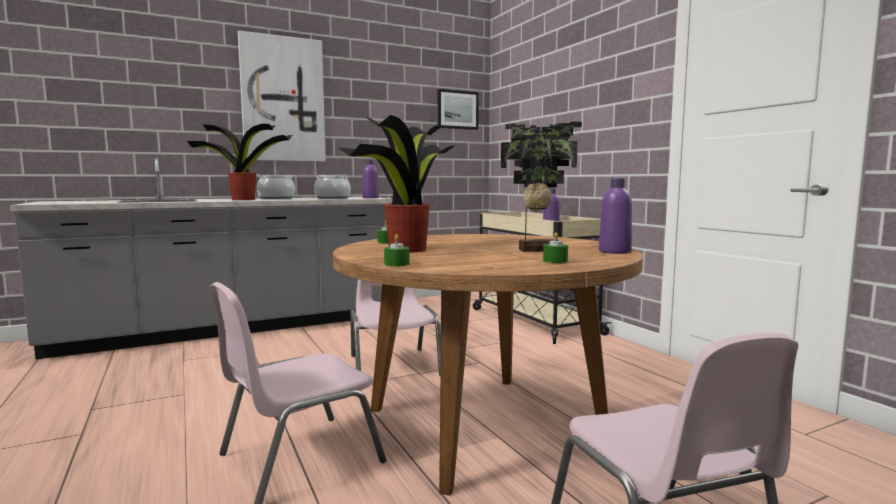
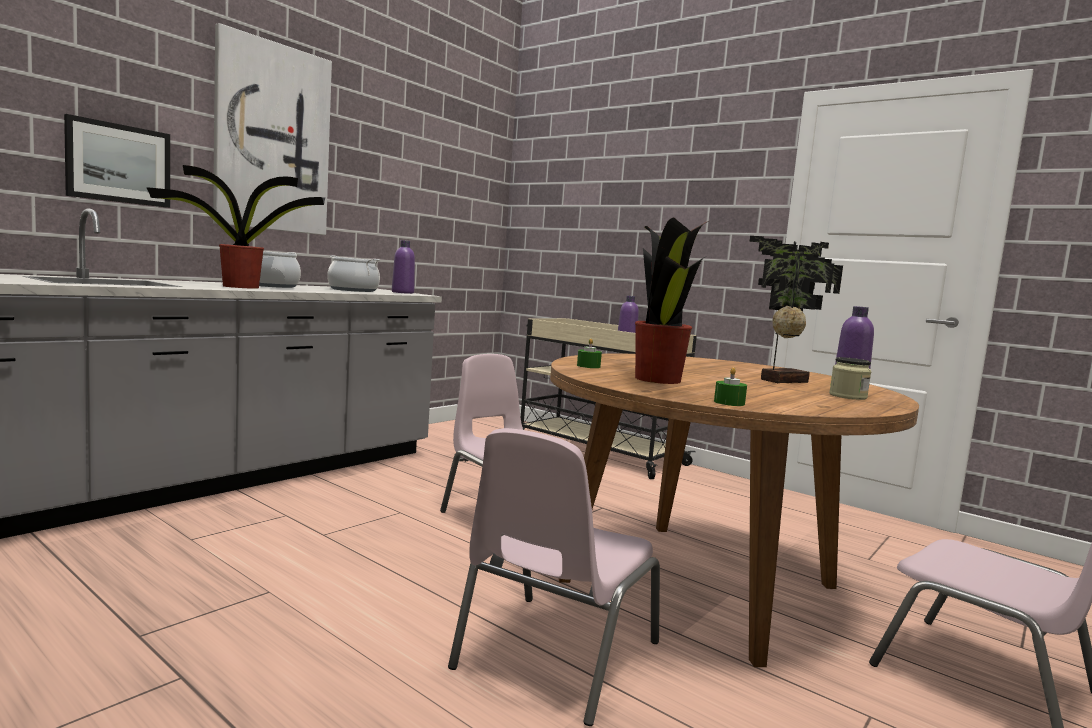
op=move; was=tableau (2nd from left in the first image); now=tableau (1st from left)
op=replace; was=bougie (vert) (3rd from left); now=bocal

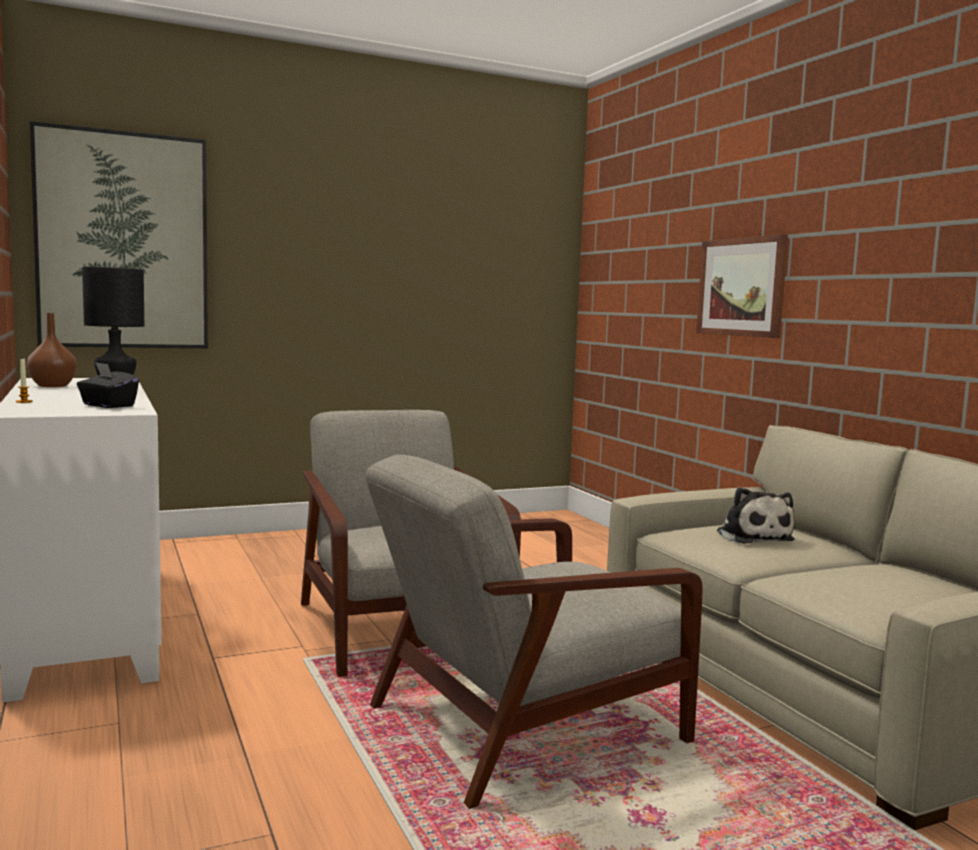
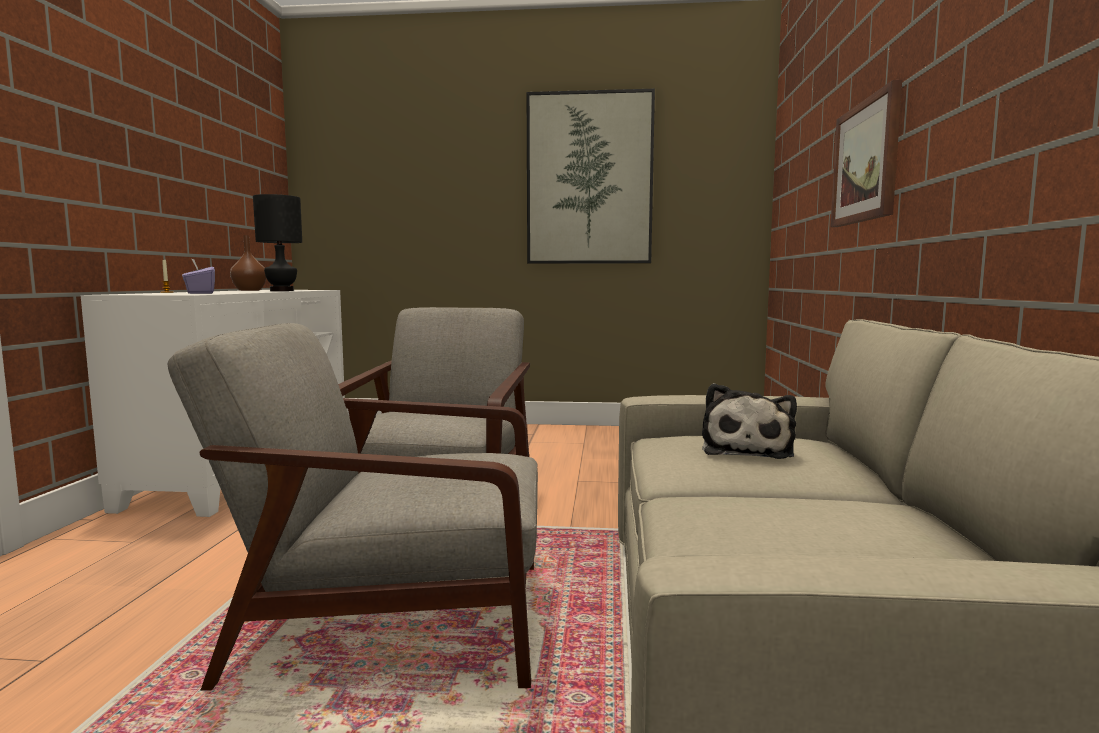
op=move; was=tableau (1st from left)
op=recolor; was=boîte à mouchoirs (noir); now=boîte à mouchoirs (violet)

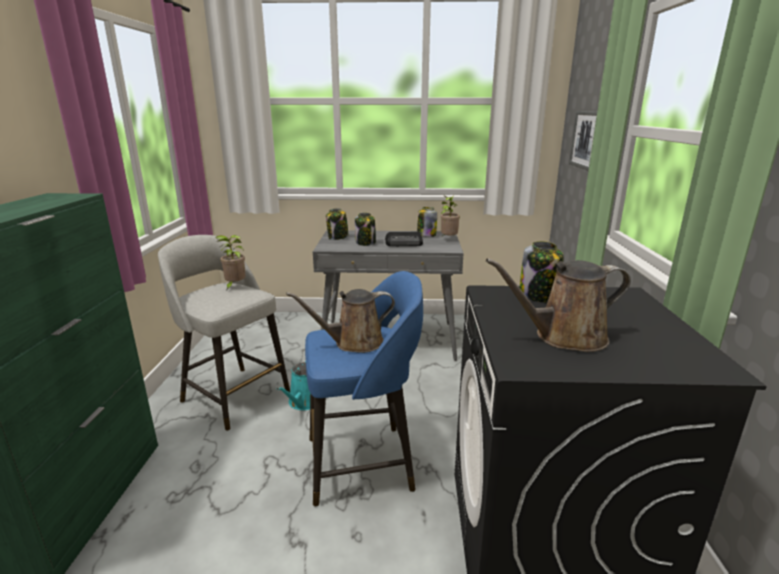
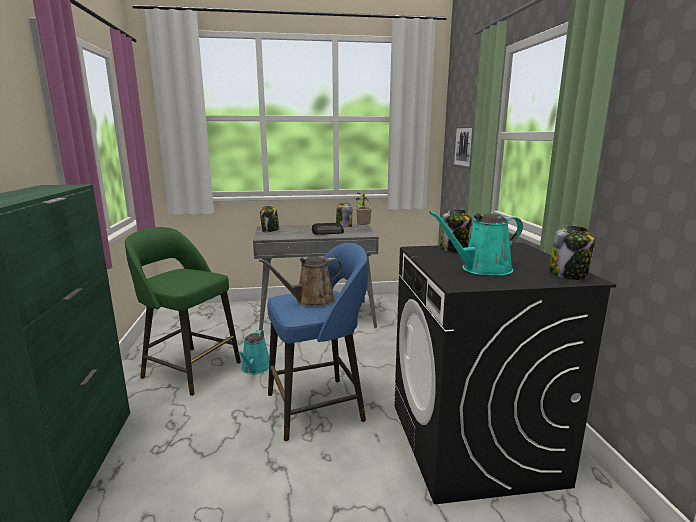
op=recolor; was=tabouret (gris); now=tabouret (vert)
op=delete; was=plante en pot (1st from left)
op=move; was=bocal (2nd from left in the first image); now=bocal (4th from left)
op=recolor; was=arrosoir (marron) (2nd from left); now=arrosoir (turquoise) (2nd from left)

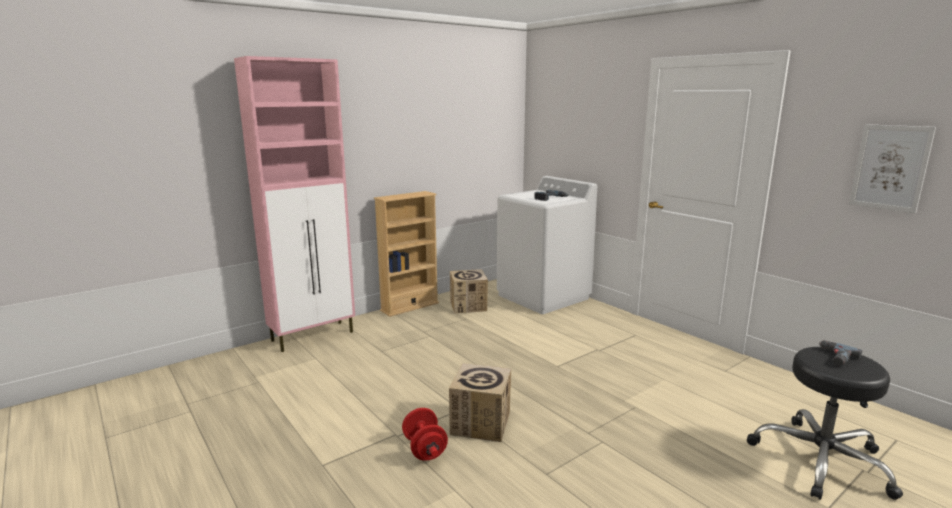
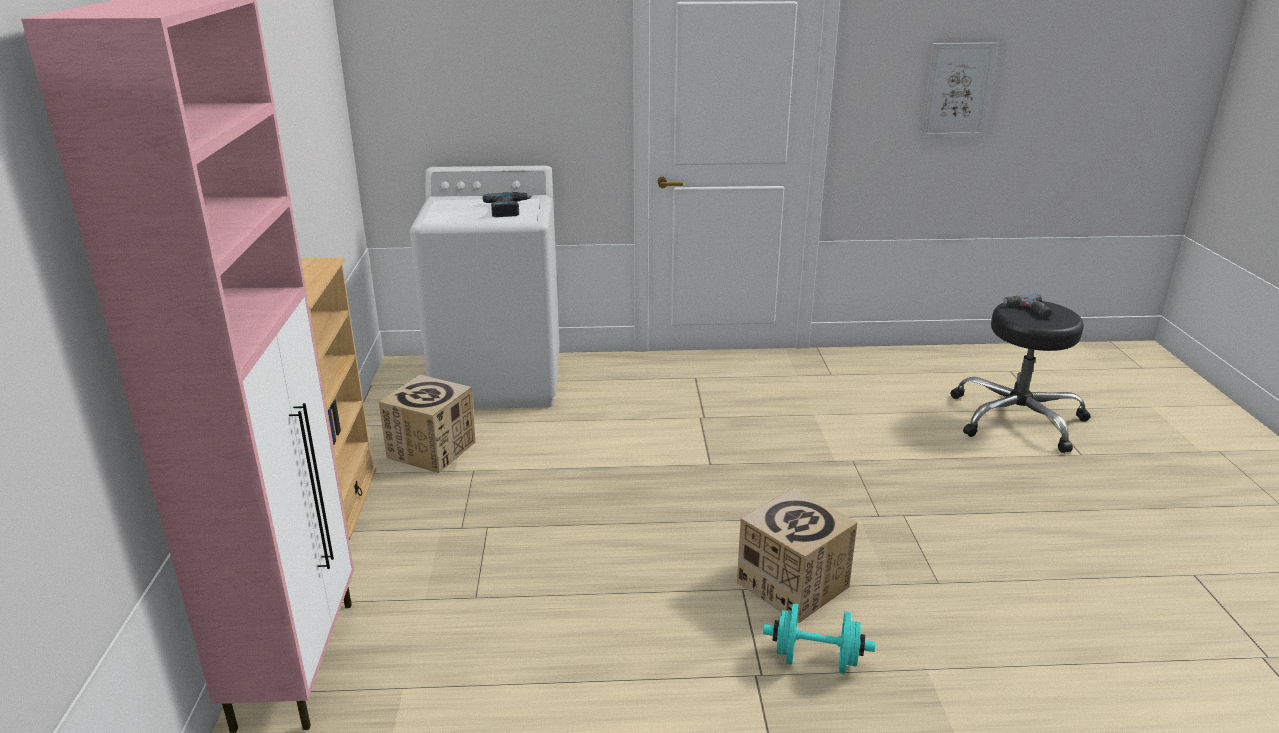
op=recolor; was=haltère (rouge); now=haltère (turquoise)

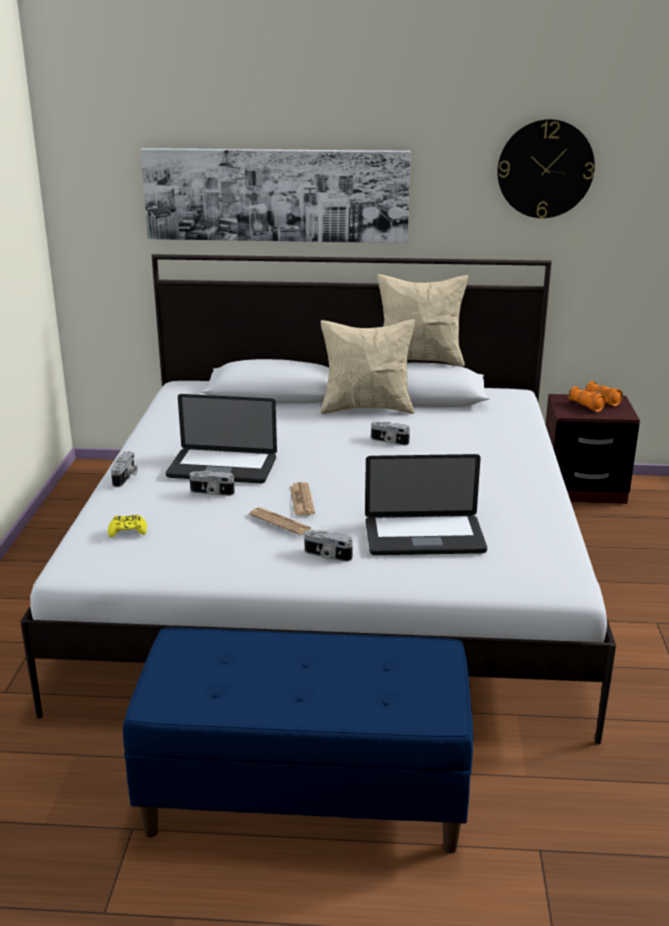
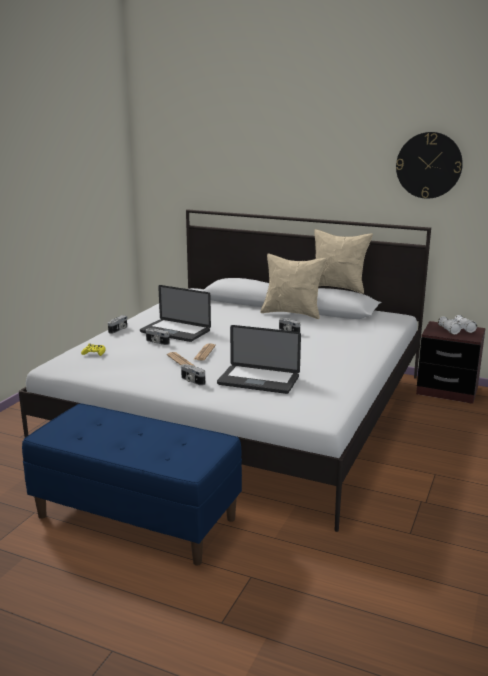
op=delete; was=tableau
op=recolor; was=jumelles (orange); now=jumelles (blanc)

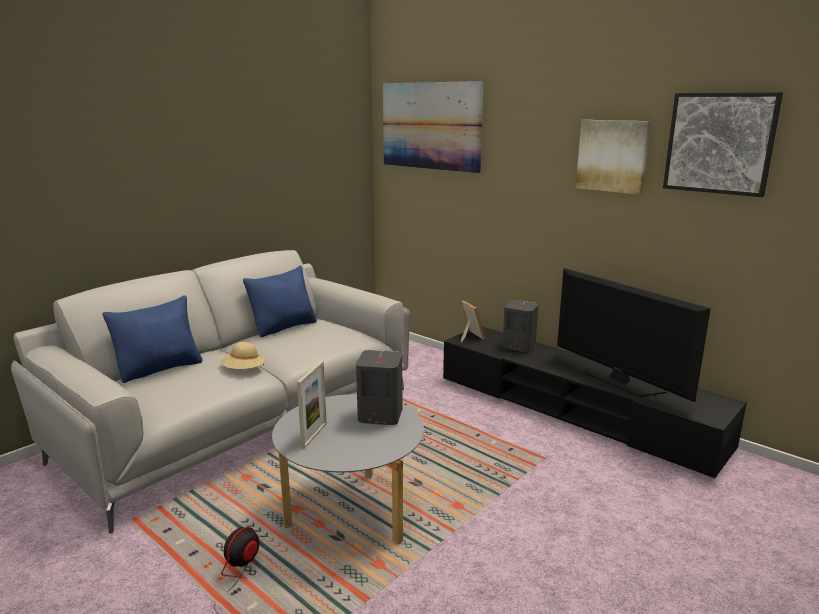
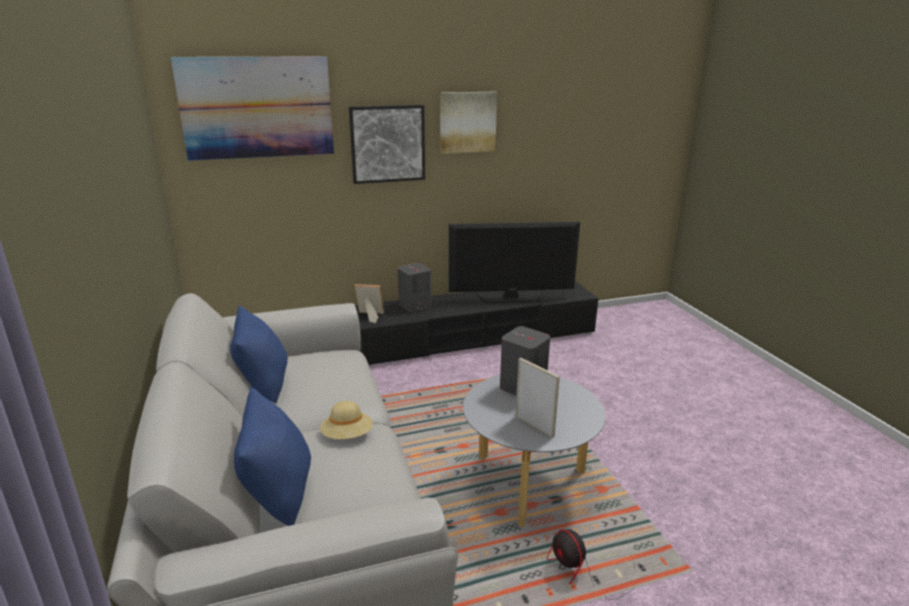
op=move; was=tableau (3rd from left in the first image); now=tableau (2nd from left)

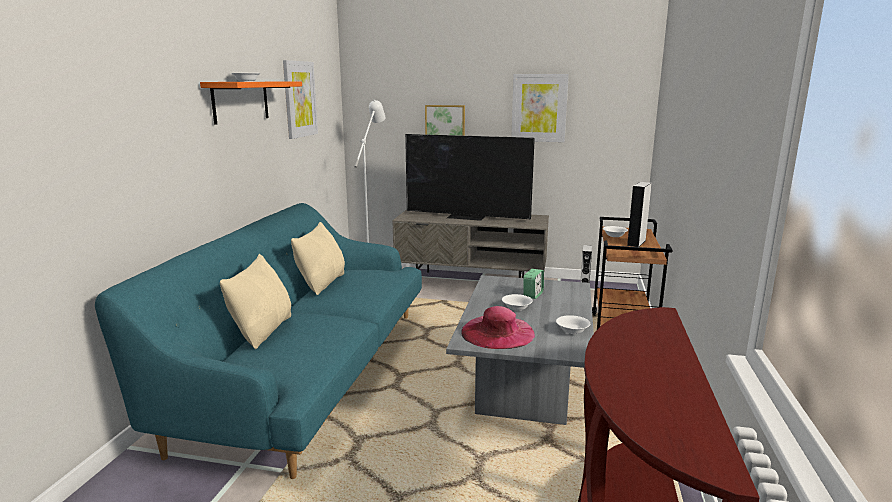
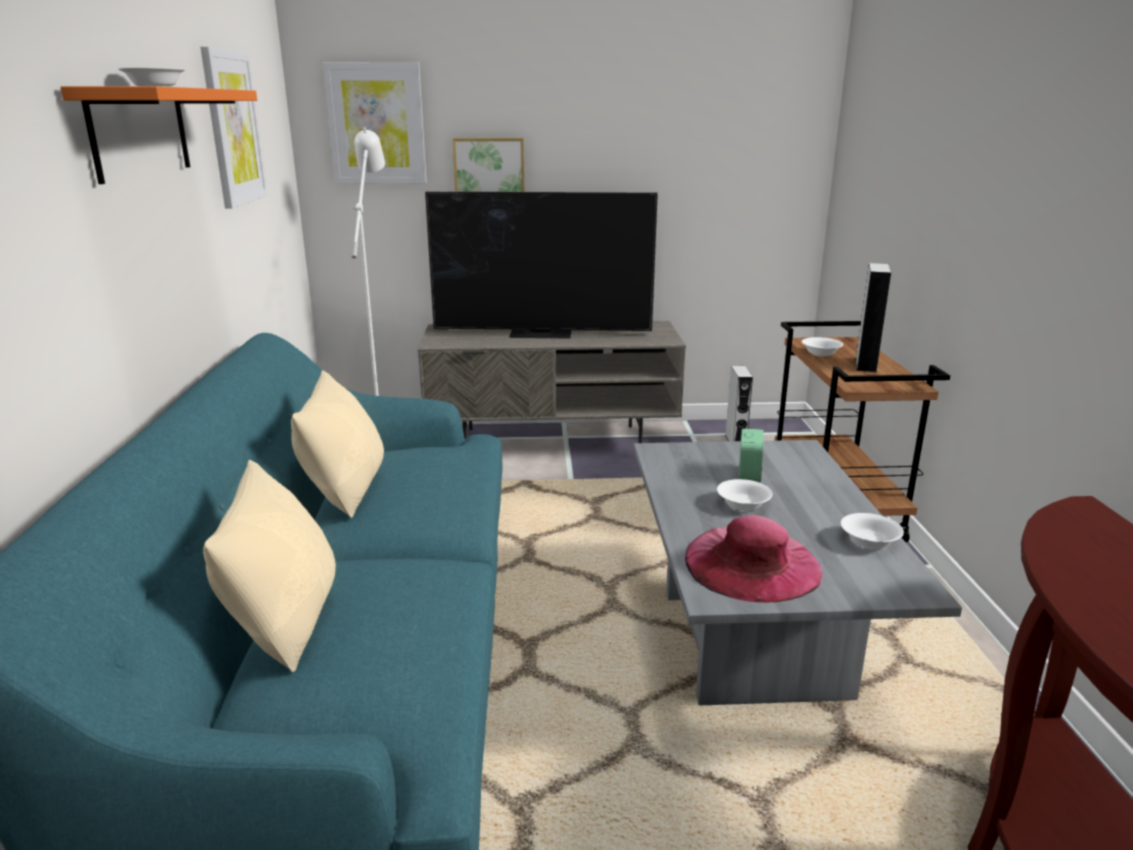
op=move; was=tableau (3rd from left in the first image); now=tableau (2nd from left)

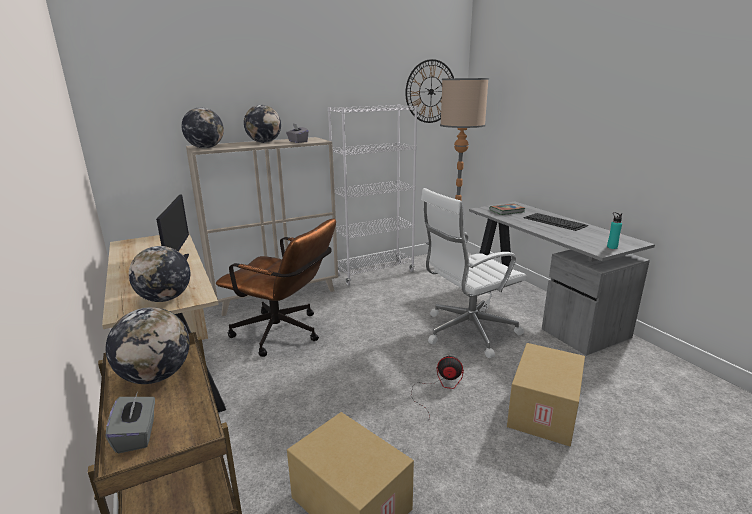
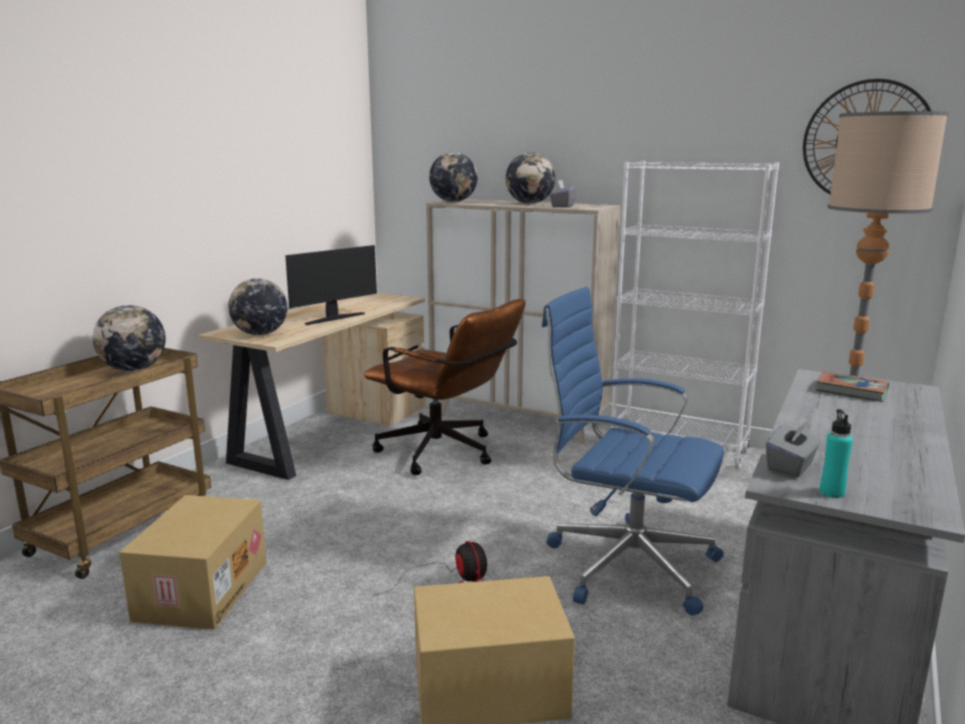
op=move; was=boîte à mouchoirs (gris) (1st from left in the first image); now=boîte à mouchoirs (gris) (2nd from left)
op=rotate; was=chaise de bureau (marron); clockwise=-45
op=recolor; was=chaise de bureau (blanc); now=chaise de bureau (bleu)
op=delete; was=clavier

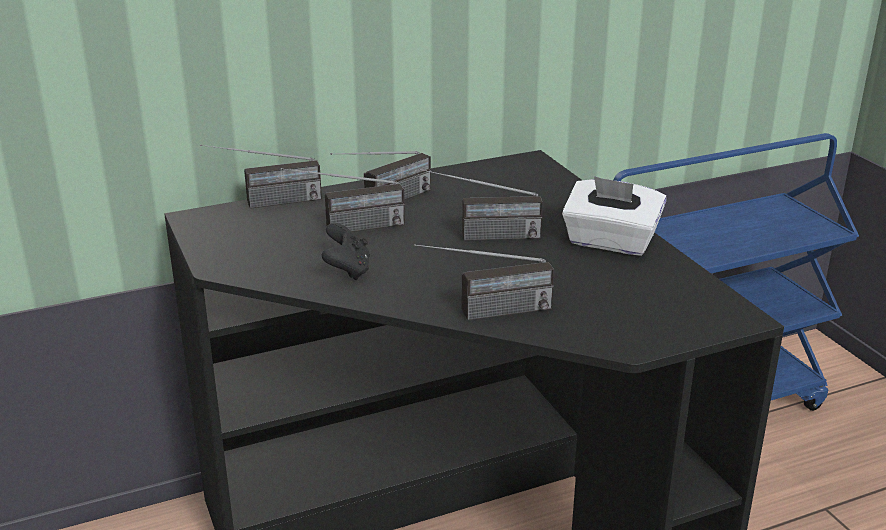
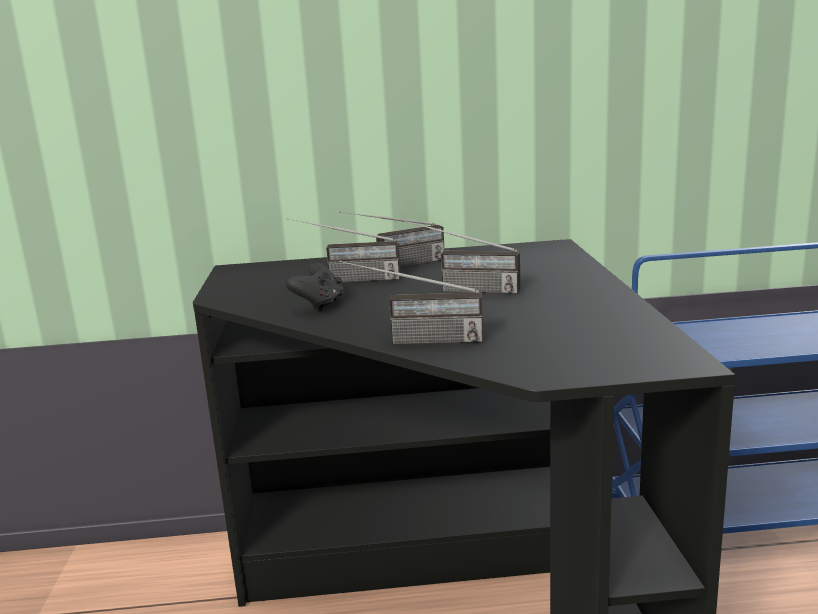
op=delete; was=radio (1st from left)
op=delete; was=boîte à mouchoirs (blanc)

